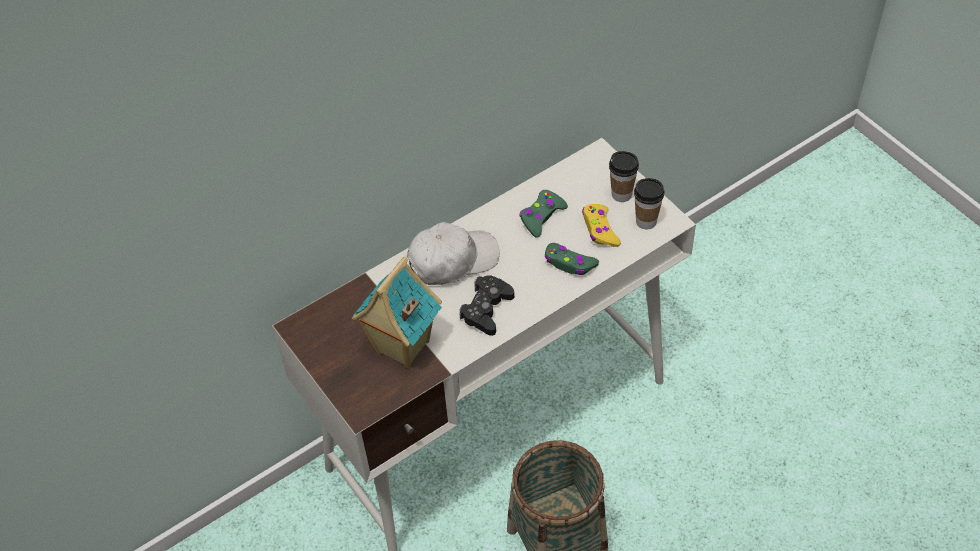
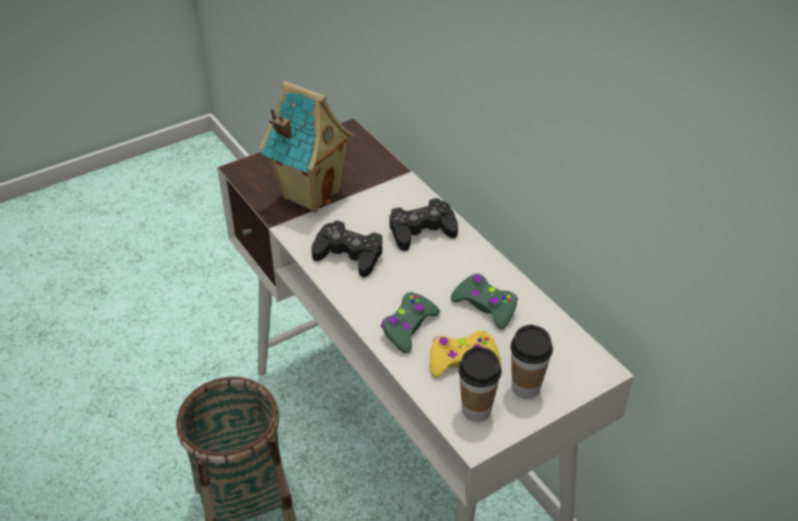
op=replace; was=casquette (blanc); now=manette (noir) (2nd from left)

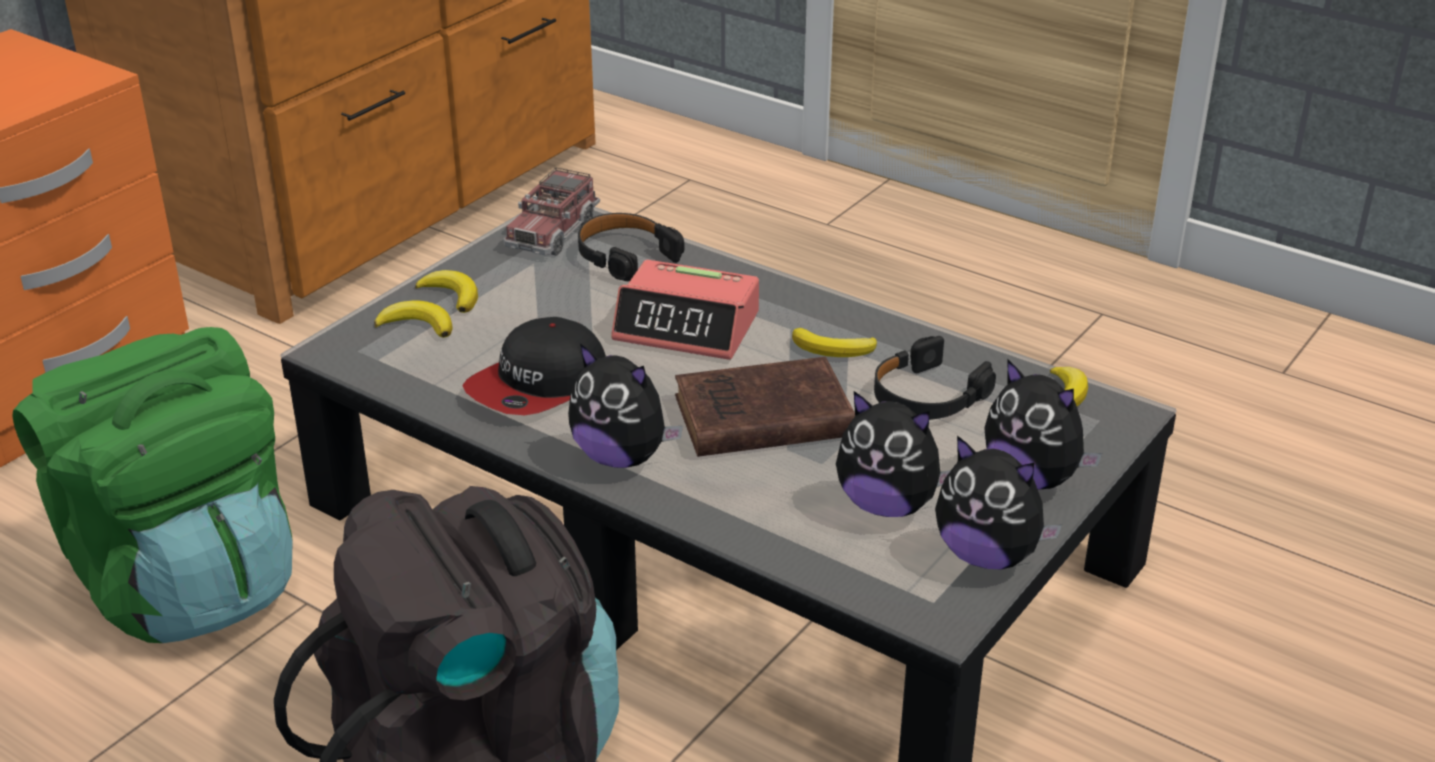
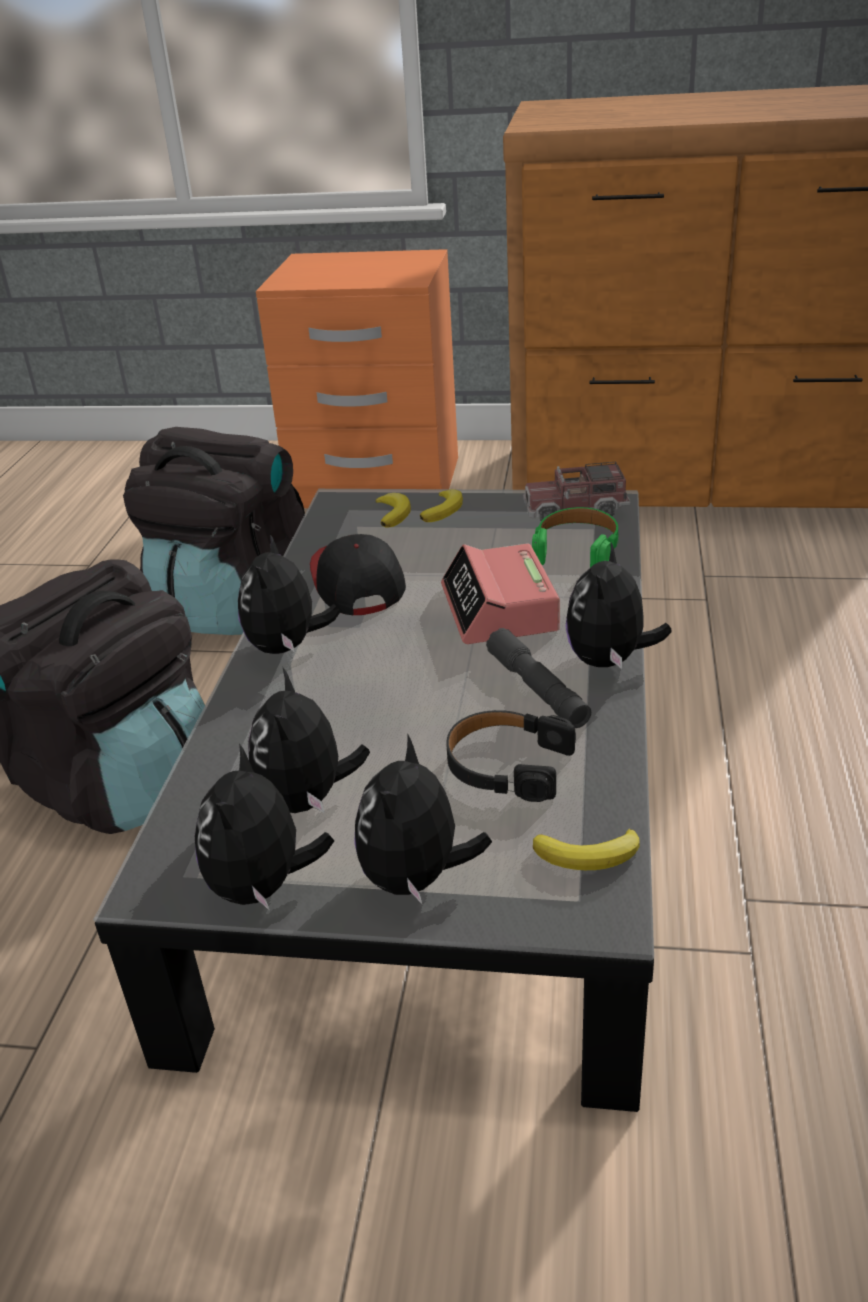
op=recolor; was=sac à dos (vert); now=sac à dos (noir) (2nd from left)
op=rotate; was=casquette; clockwise=60
op=recolor; was=casque audio (noir) (1st from left); now=casque audio (vert)
op=delete; was=livre (marron)
op=replace; was=banane (3rd from left); now=lampe de poche (gris)
op=insert; now=peluche (5th from left)

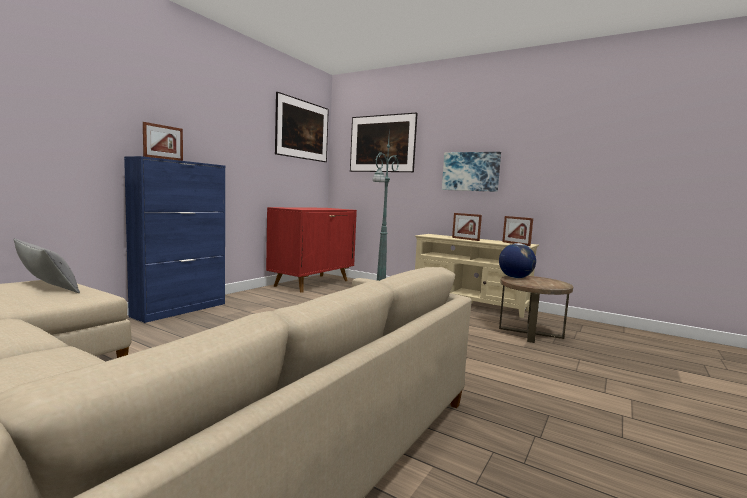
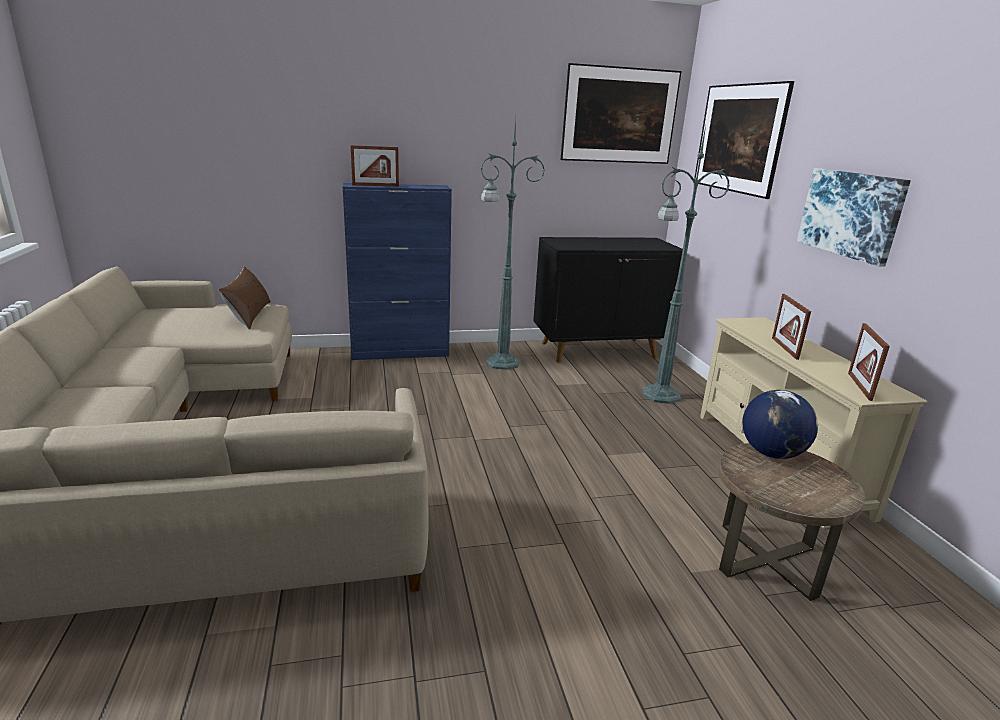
op=recolor; was=coussin (gris); now=coussin (marron)
op=recolor; was=meuble de rangement (rouge); now=meuble de rangement (noir)
op=insert; now=lampadaire (vert) (1st from left)

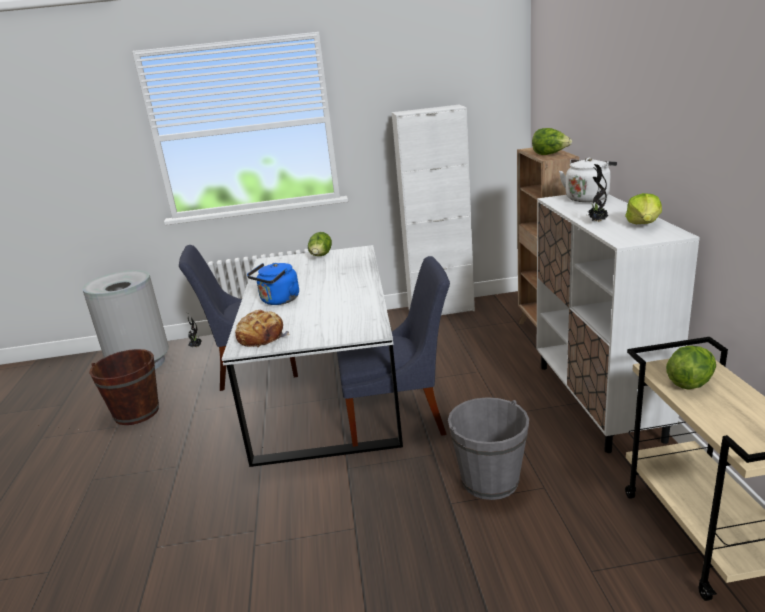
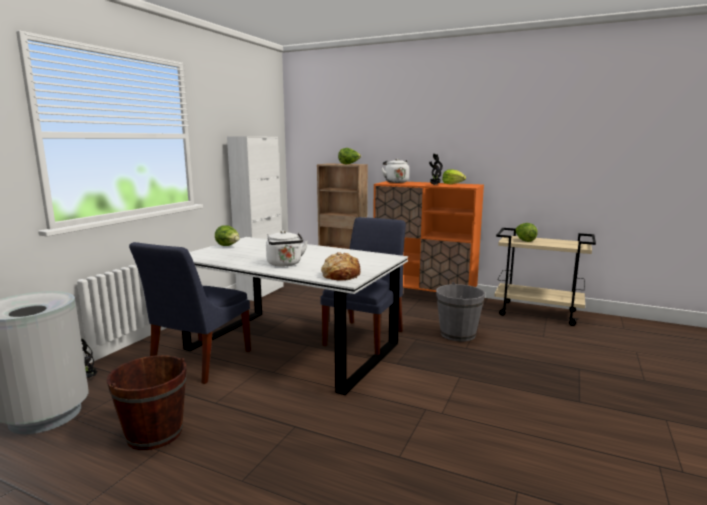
op=recolor; was=bouilloire (bleu); now=bouilloire (blanc) (1st from left)
op=recolor; was=meuble de rangement (blanc) (2nd from left); now=meuble de rangement (orange)

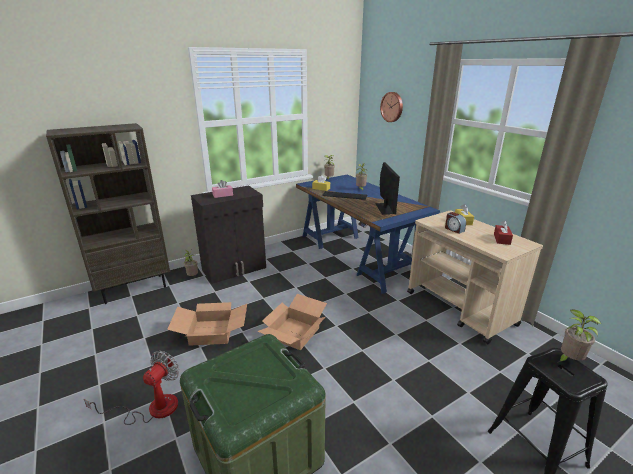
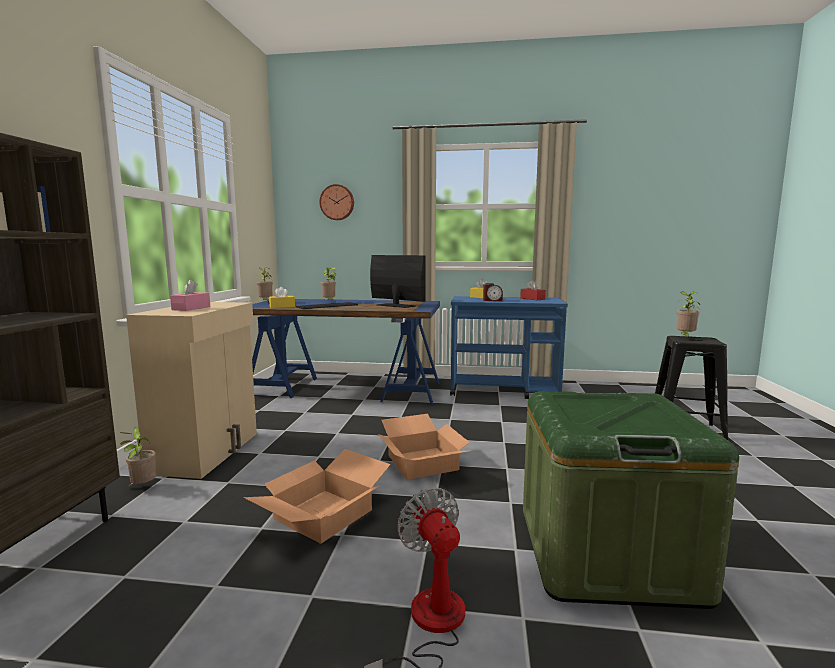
op=recolor; was=meuble de rangement (noir); now=meuble de rangement (beige)
op=recolor; was=chariot (beige); now=chariot (bleu)

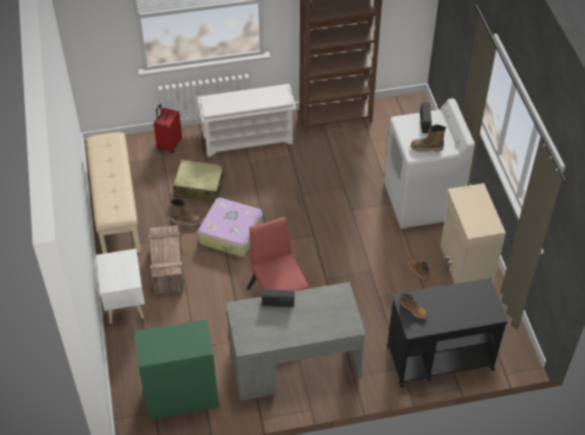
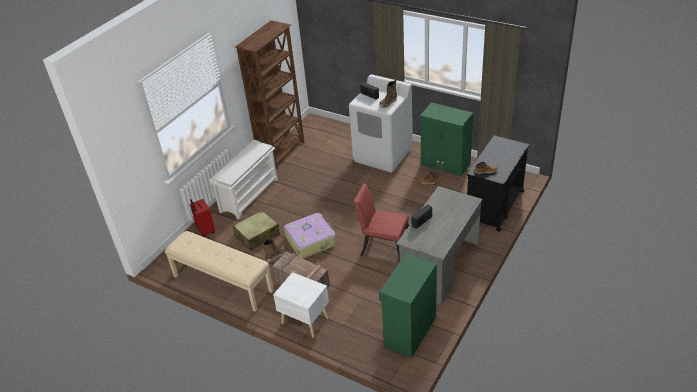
op=recolor; was=meuble de rangement (beige); now=meuble de rangement (vert) (2nd from left)

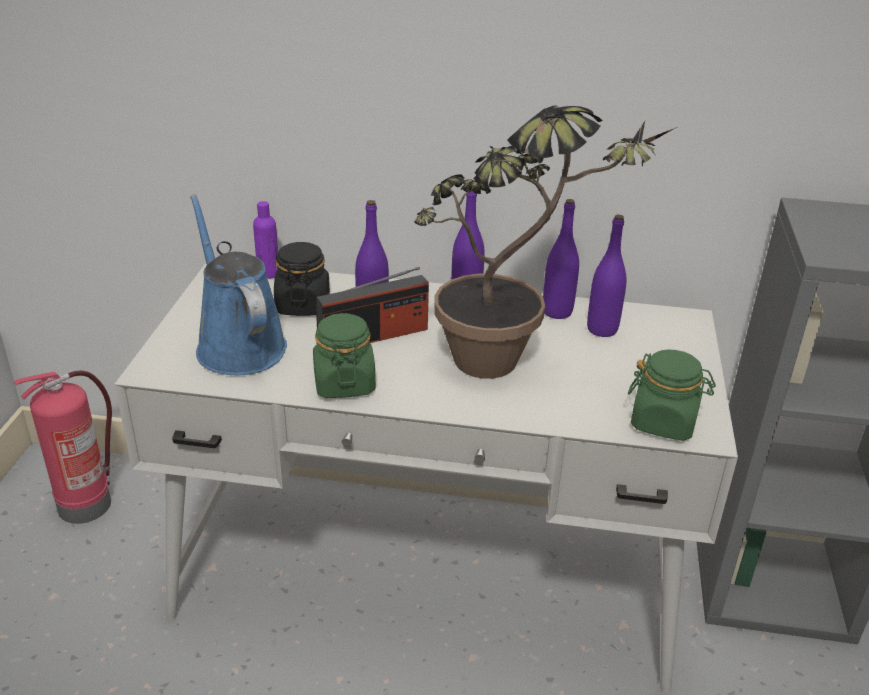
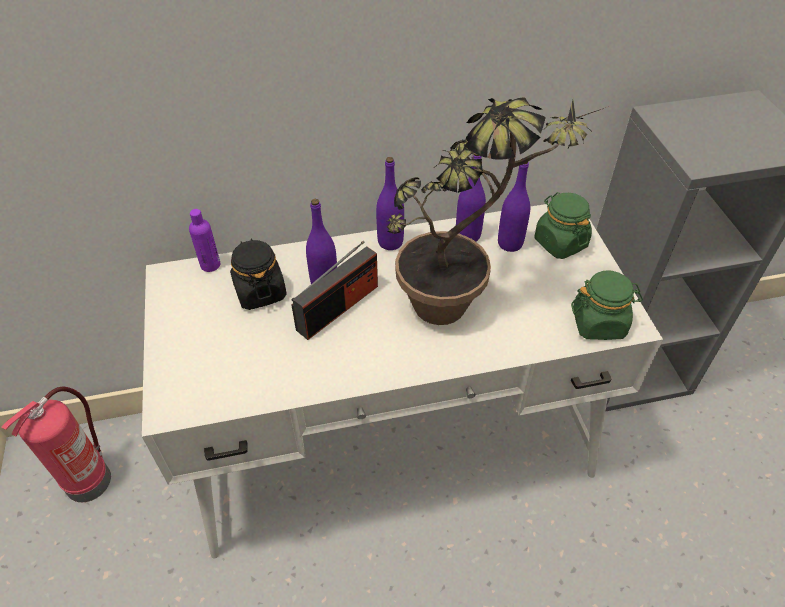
op=delete; was=arrosoir (bleu)
op=move; was=bocal (vert) (1st from left)

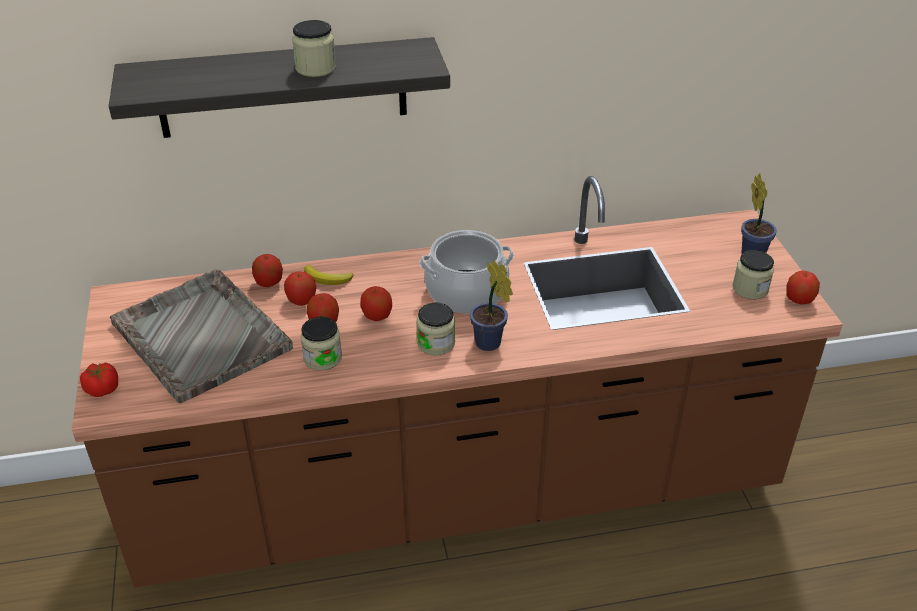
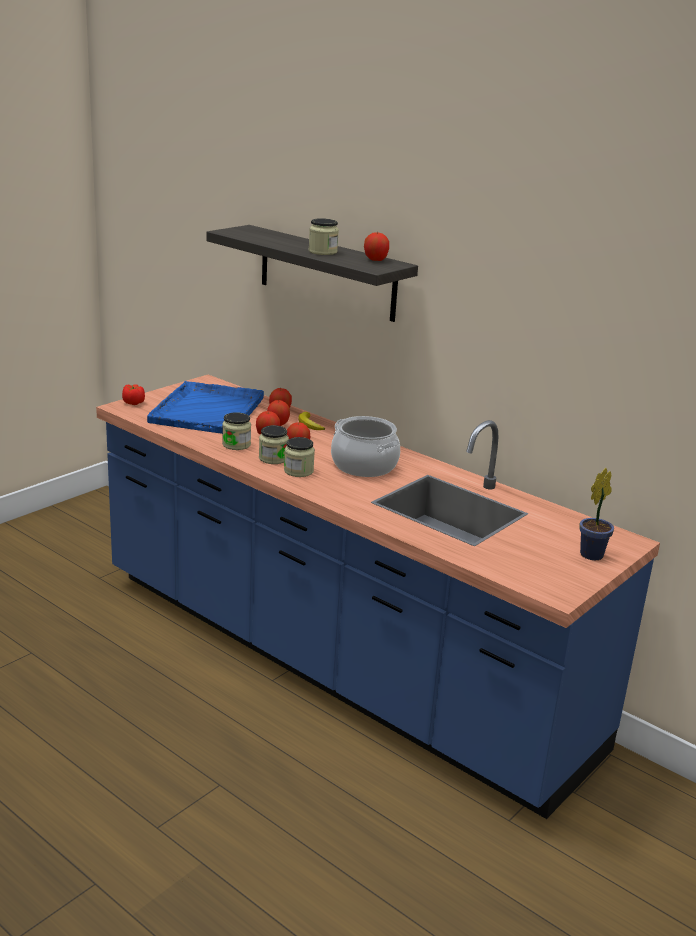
op=recolor; was=comptoir de cuisine (marron); now=comptoir de cuisine (bleu)
op=recolor; was=plateau (gris); now=plateau (bleu)
op=delete; was=plante en pot (1st from left)
op=move; was=bocal (4th from left in the first image); now=bocal (2nd from left)
op=move; was=pomme (5th from left)

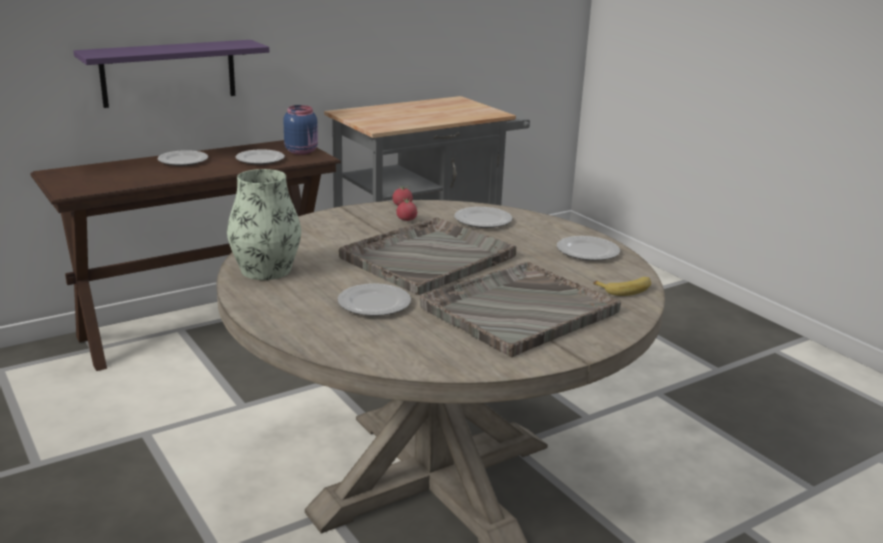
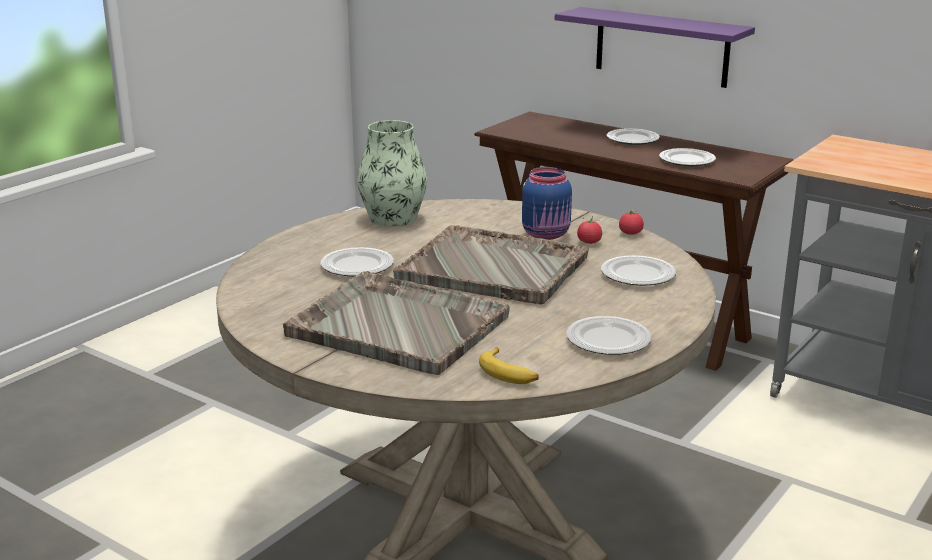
op=move; was=bocal (bleu)

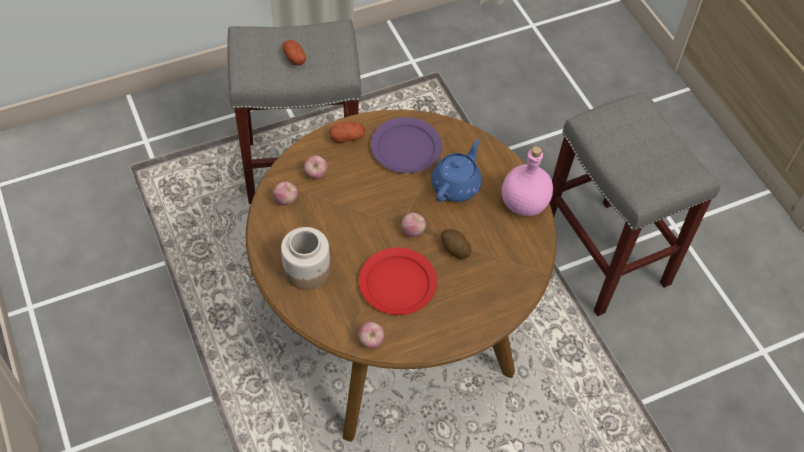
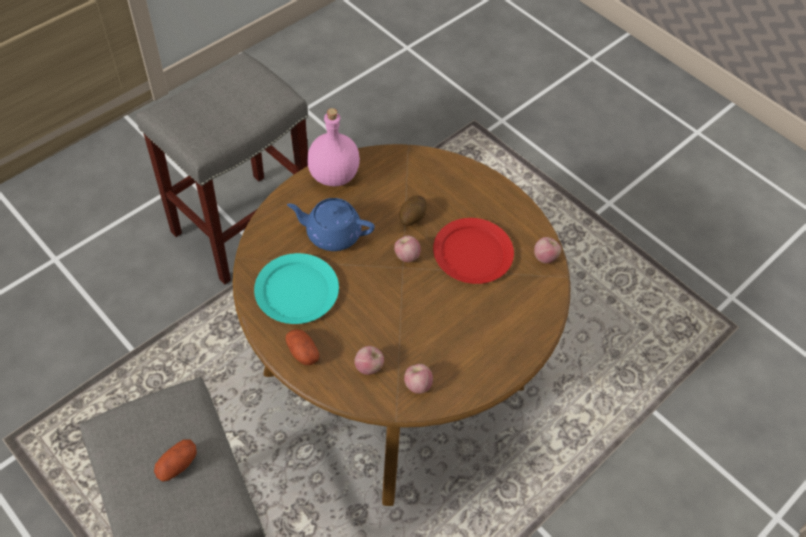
op=delete; was=bocal
op=recolor; was=assiette (violet); now=assiette (turquoise)

